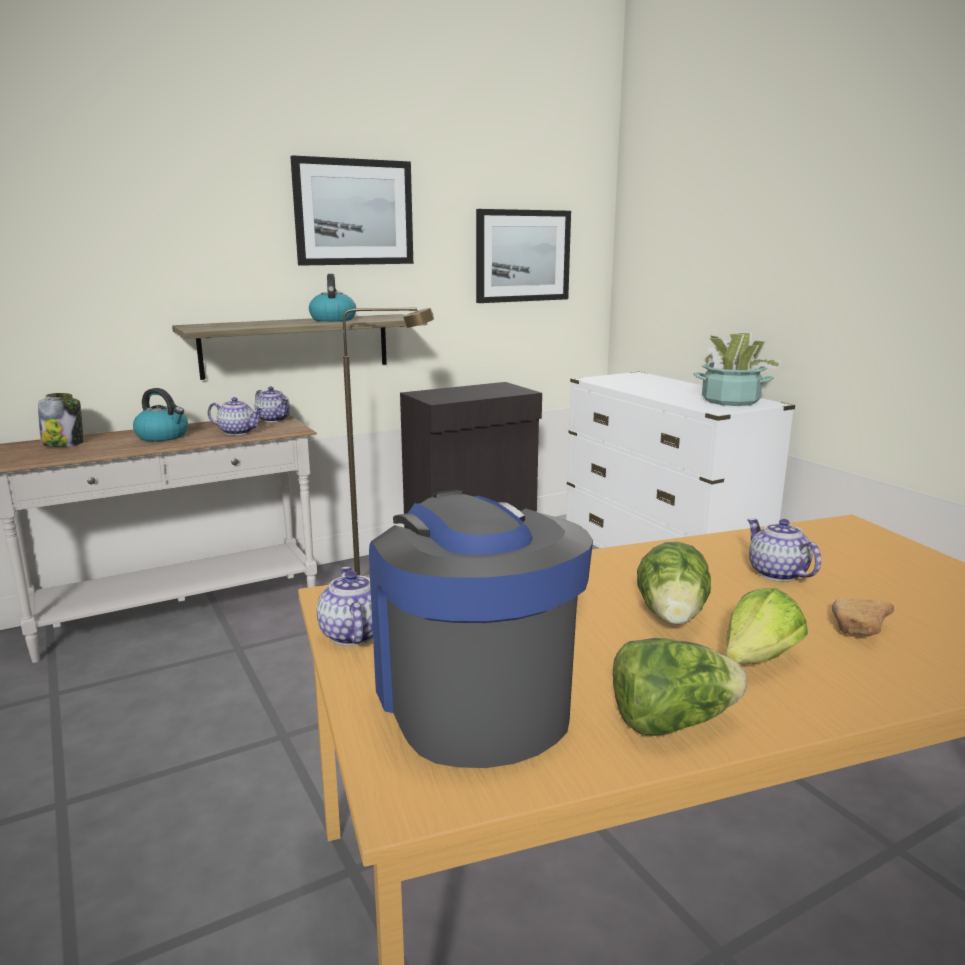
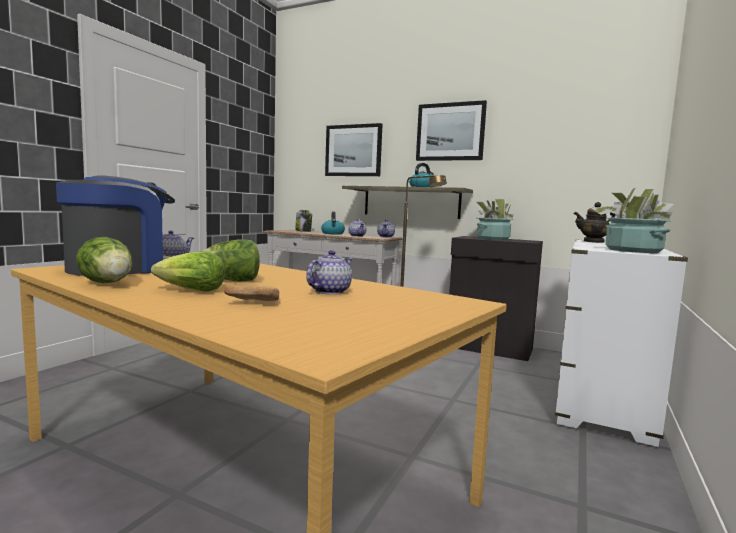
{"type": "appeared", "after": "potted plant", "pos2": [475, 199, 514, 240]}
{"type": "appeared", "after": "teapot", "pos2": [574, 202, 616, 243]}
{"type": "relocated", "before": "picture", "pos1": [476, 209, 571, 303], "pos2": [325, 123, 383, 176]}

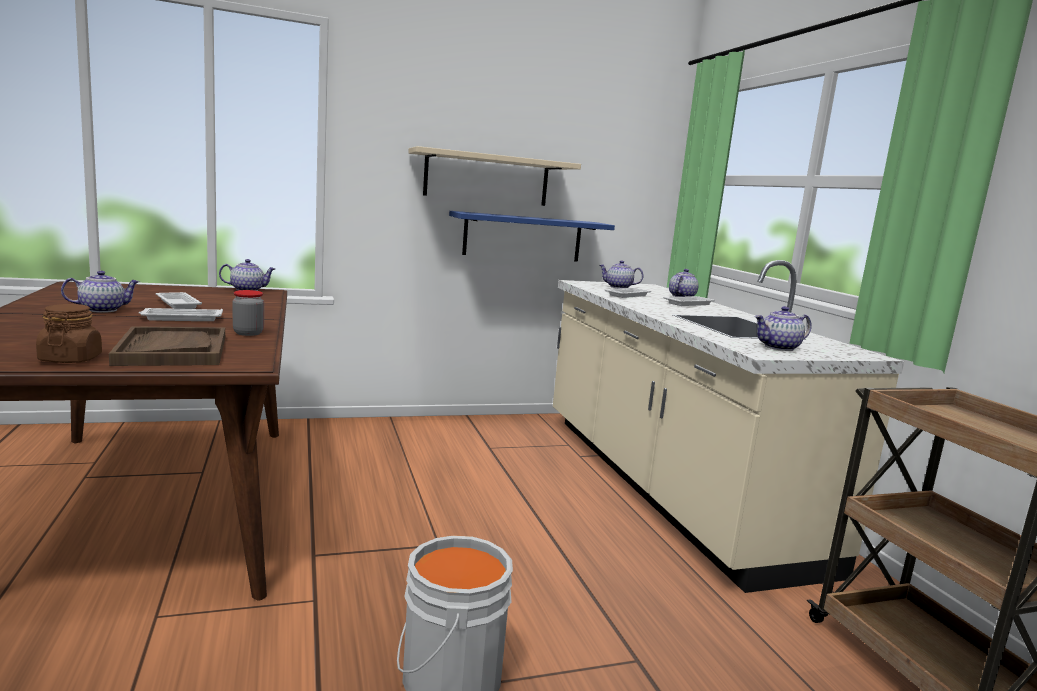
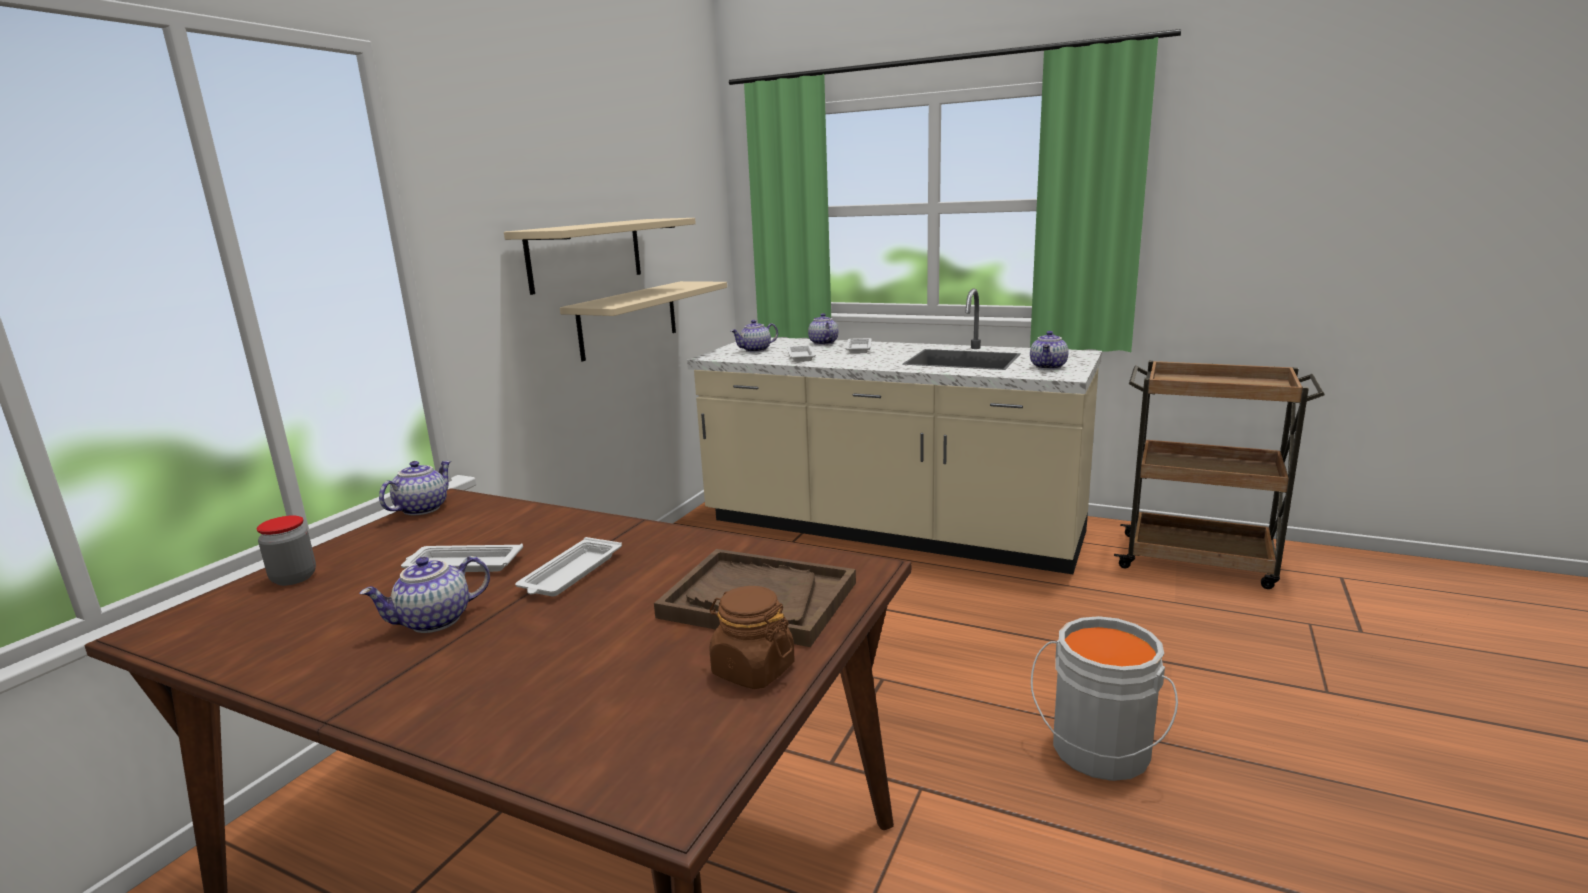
{"type": "relocated", "before": "jar", "pos1": [233, 290, 264, 336], "pos2": [256, 515, 316, 586]}
{"type": "colour", "before": "shelf/blue", "after": "shelf/beige", "pos1": [449, 211, 615, 262], "pos2": [560, 281, 727, 361]}
{"type": "spun", "before": "teapot", "pos1": [61, 271, 140, 313], "pos2": [359, 556, 490, 633], "turn": -135}

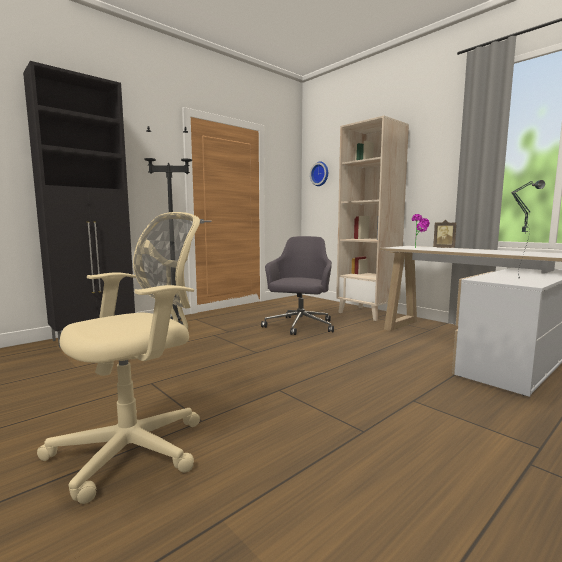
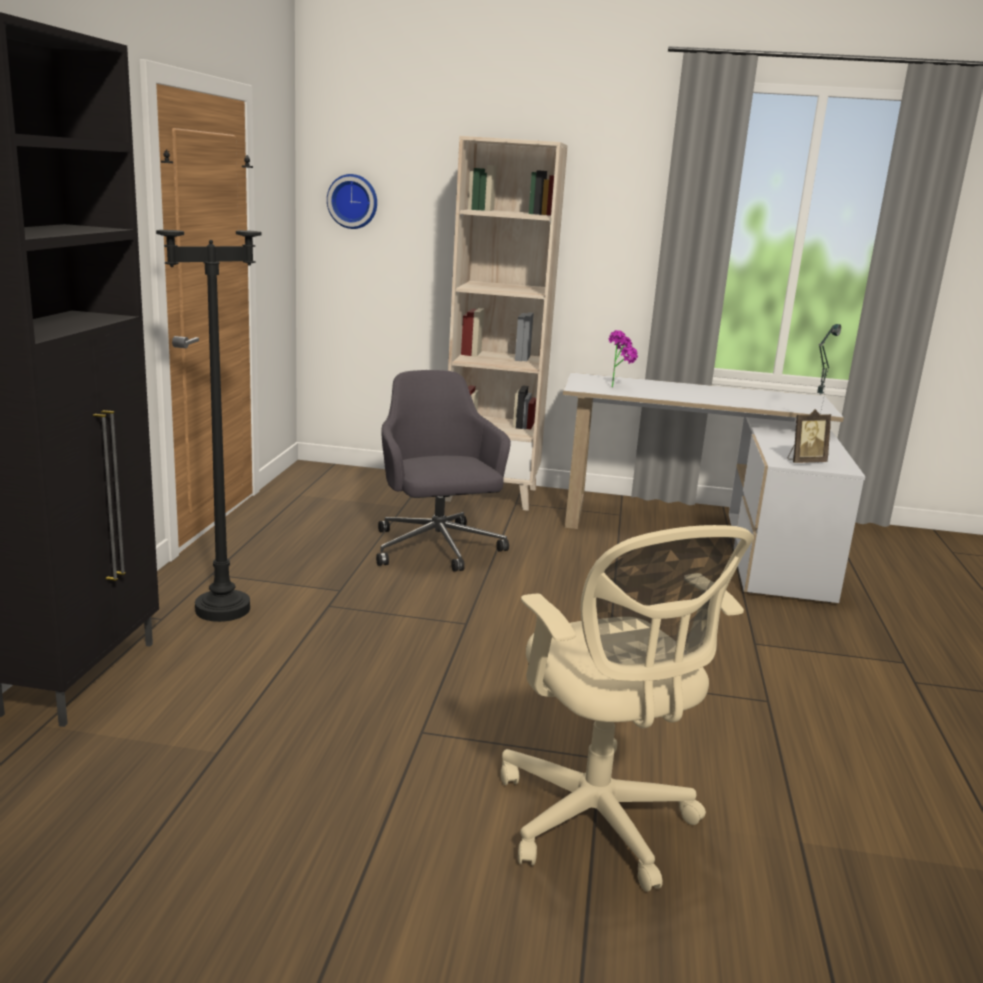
{"type": "relocated", "before": "picture frame", "pos1": [433, 220, 456, 248], "pos2": [787, 409, 831, 463]}
{"type": "spun", "before": "office chair/beige", "pos1": [37, 212, 200, 504], "pos2": [501, 525, 754, 892], "turn": 150}

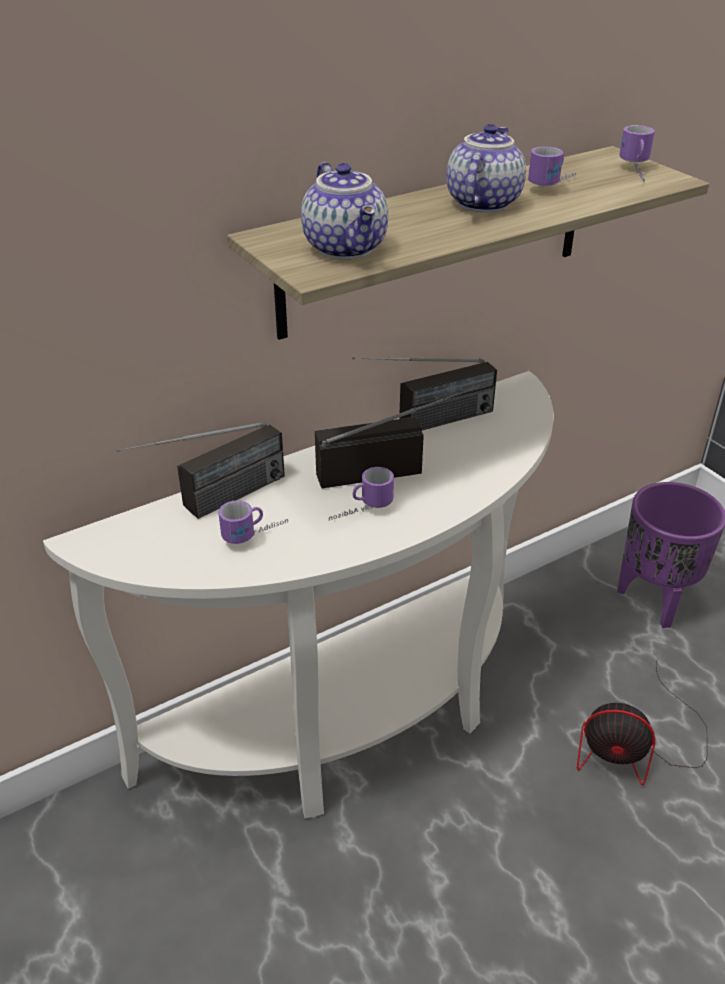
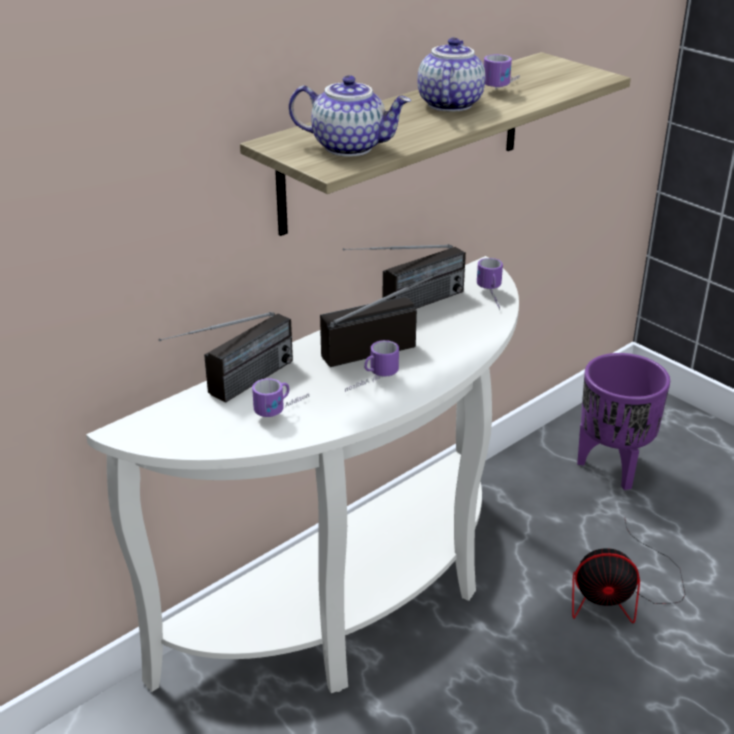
{"type": "relocated", "before": "mug", "pos1": [619, 125, 655, 183], "pos2": [477, 258, 503, 310]}
{"type": "spun", "before": "teapot", "pos1": [301, 162, 388, 260], "pos2": [289, 75, 411, 157], "turn": -45}

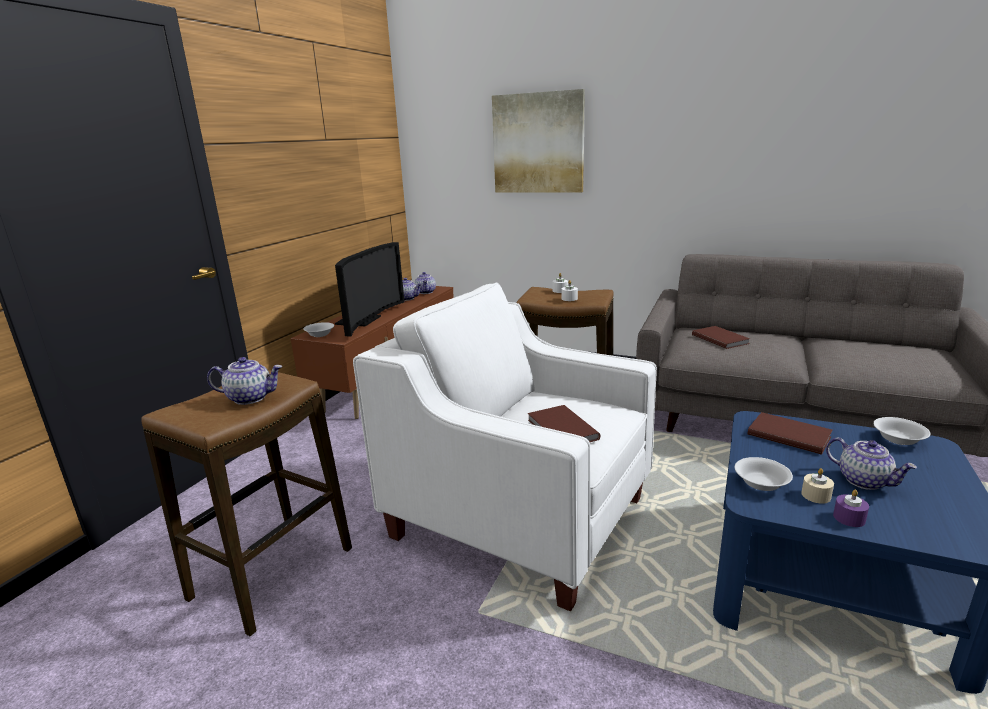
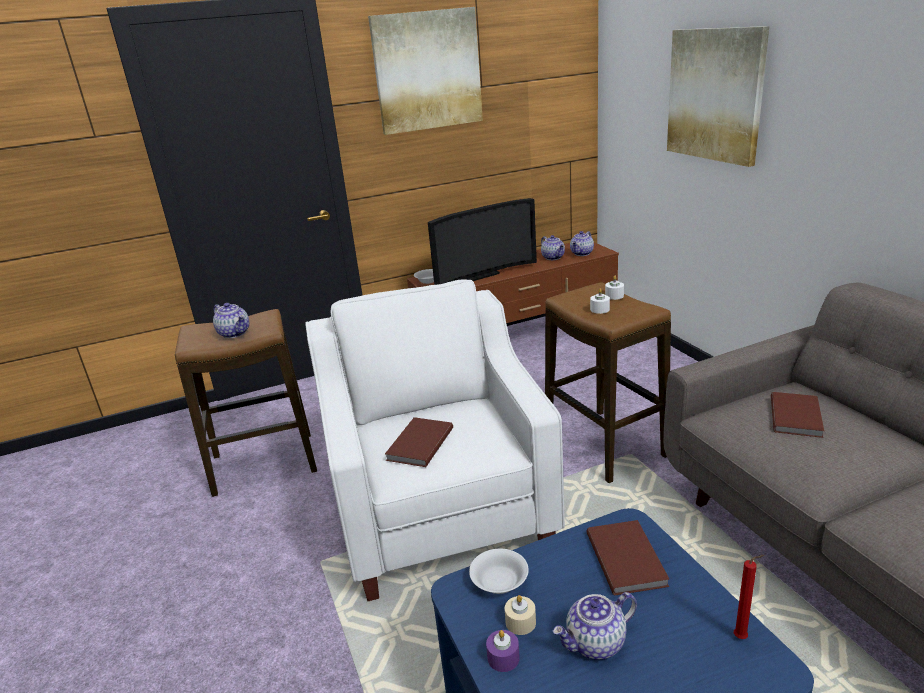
{"type": "appeared", "after": "picture", "pos2": [368, 7, 483, 135]}
{"type": "exchanged", "before": "bowl/white", "after": "candle/red", "pos1": [873, 417, 931, 445], "pos2": [734, 555, 764, 639]}
{"type": "spun", "before": "teapot", "pos1": [826, 437, 917, 490], "pos2": [552, 592, 637, 660], "turn": 60}

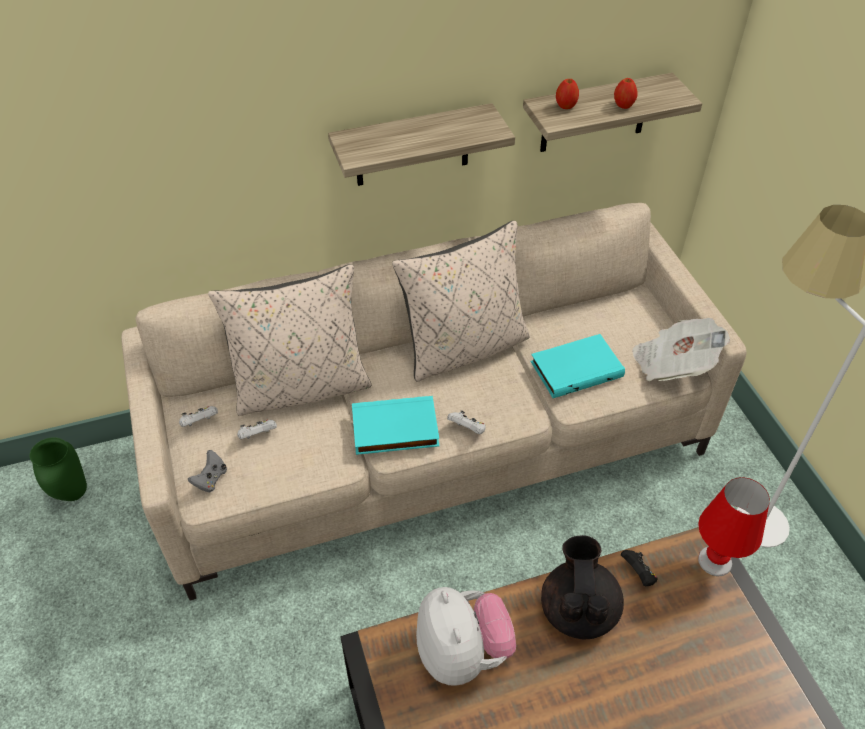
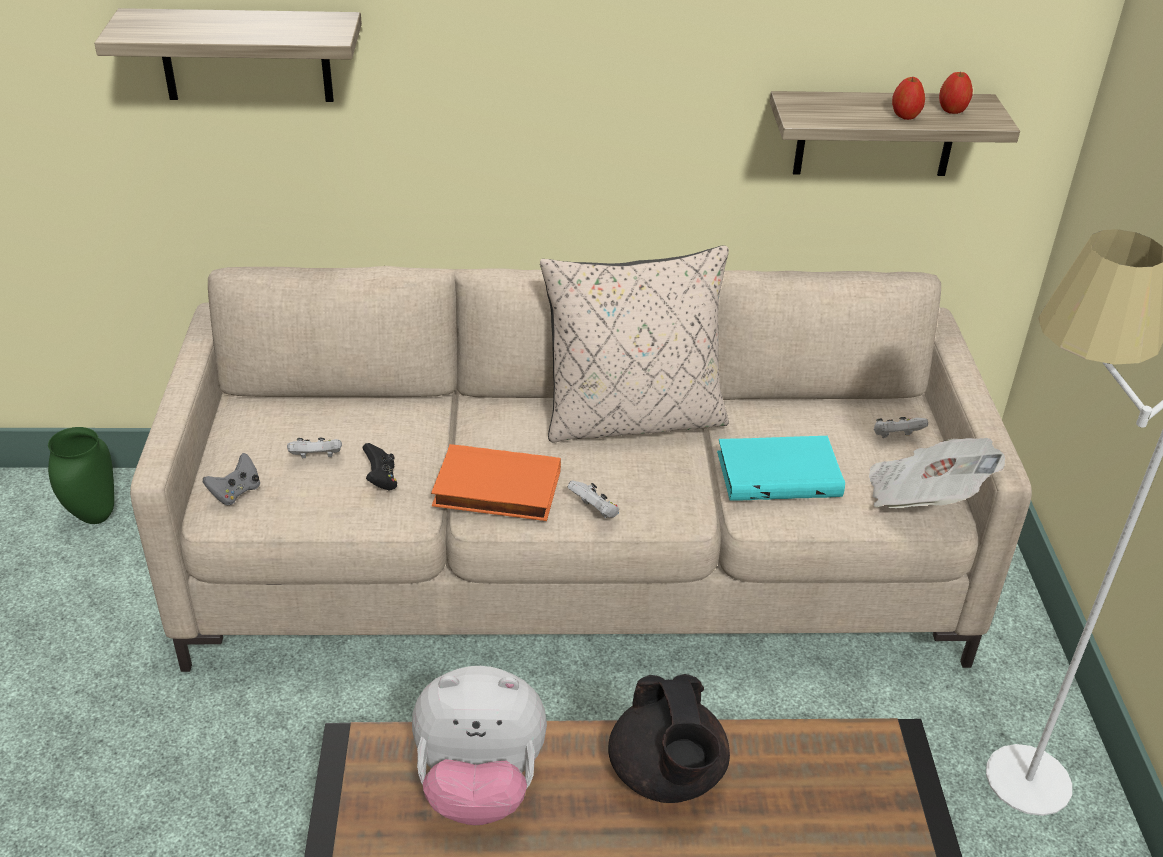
{"type": "missing", "before": "pillow/beige", "pos1": [208, 264, 371, 416]}
{"type": "missing", "before": "table lamp/red", "pos1": [698, 477, 770, 576]}
{"type": "relocated", "before": "game controller/white", "pos1": [179, 406, 218, 427], "pos2": [874, 417, 928, 438]}
{"type": "relocated", "before": "shelf", "pos1": [328, 103, 515, 186], "pos2": [94, 8, 362, 102]}
{"type": "relocated", "before": "apple", "pos1": [556, 79, 579, 109], "pos2": [939, 71, 973, 114]}
{"type": "relocated", "before": "game controller/black", "pos1": [621, 550, 658, 586], "pos2": [362, 443, 397, 490]}
{"type": "colour", "before": "book/turquoise", "after": "book/orange", "pos1": [352, 396, 439, 455], "pos2": [431, 444, 561, 521]}
{"type": "spun", "before": "plush toy", "pos1": [416, 587, 516, 686], "pos2": [412, 666, 547, 825], "turn": 90}
{"type": "spun", "before": "teapot/black", "pos1": [541, 535, 624, 639], "pos2": [608, 674, 730, 803], "turn": 150}

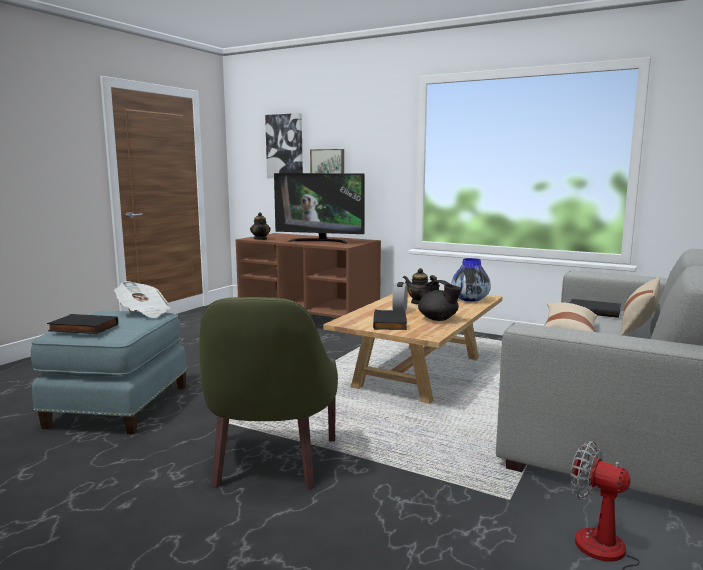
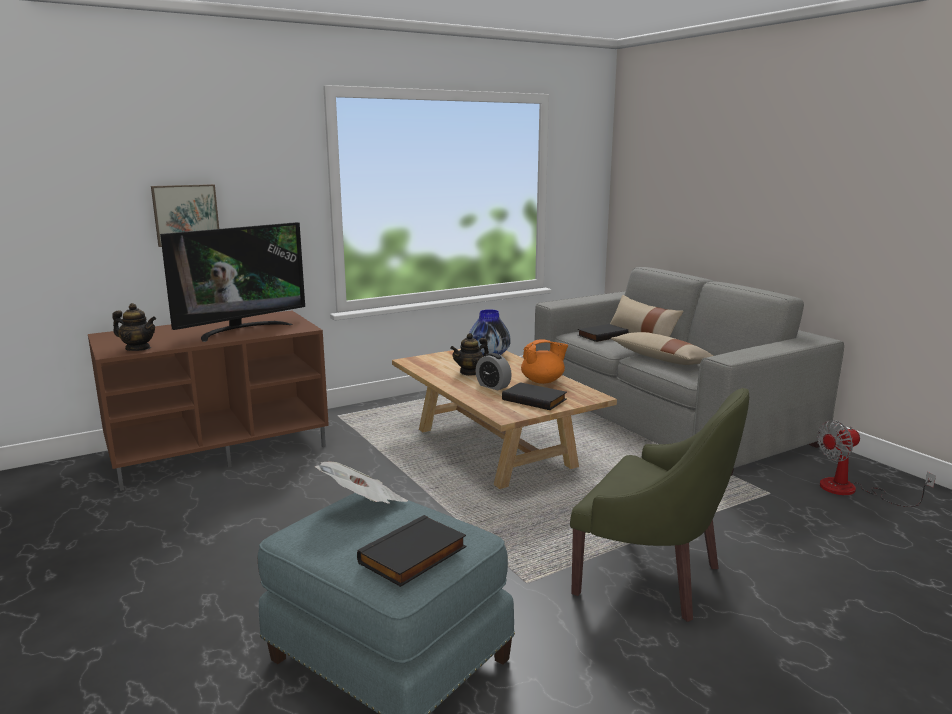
{"type": "missing", "before": "picture", "pos1": [265, 113, 303, 178]}
{"type": "colour", "before": "teapot/black", "after": "teapot/orange", "pos1": [418, 280, 462, 321], "pos2": [521, 339, 568, 384]}

